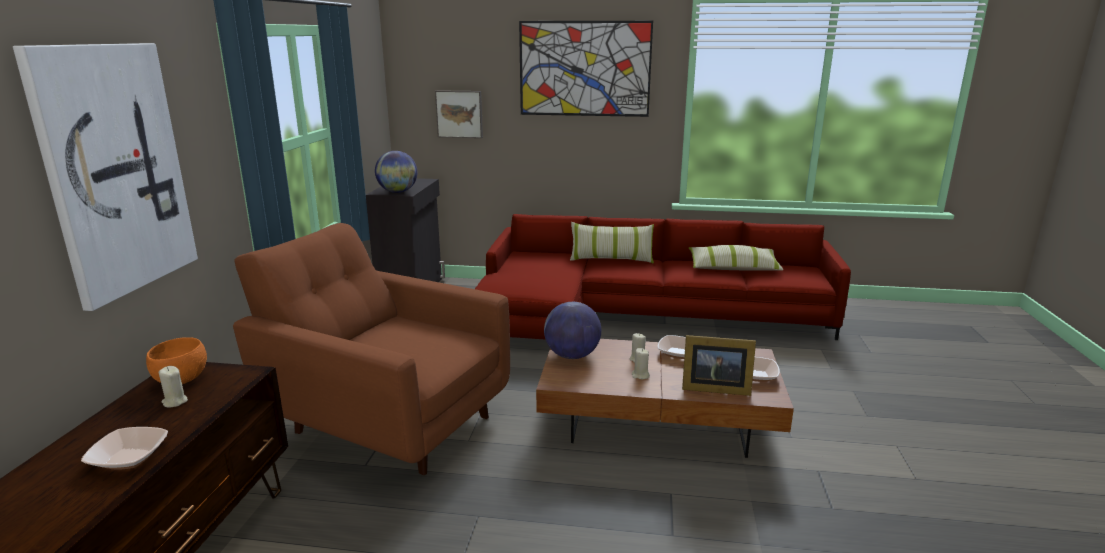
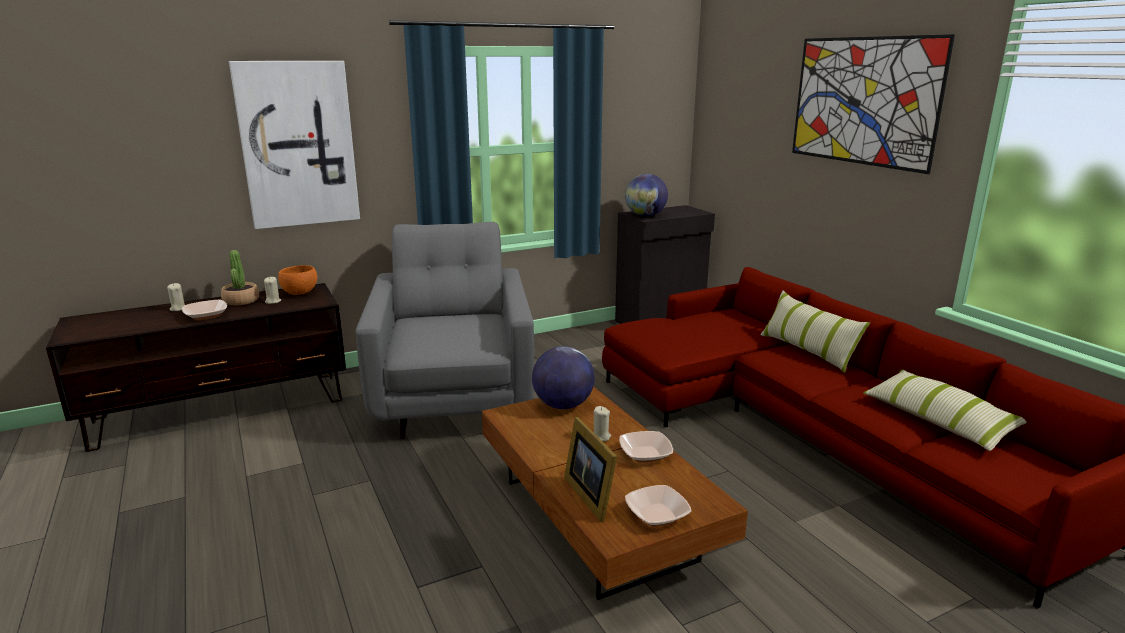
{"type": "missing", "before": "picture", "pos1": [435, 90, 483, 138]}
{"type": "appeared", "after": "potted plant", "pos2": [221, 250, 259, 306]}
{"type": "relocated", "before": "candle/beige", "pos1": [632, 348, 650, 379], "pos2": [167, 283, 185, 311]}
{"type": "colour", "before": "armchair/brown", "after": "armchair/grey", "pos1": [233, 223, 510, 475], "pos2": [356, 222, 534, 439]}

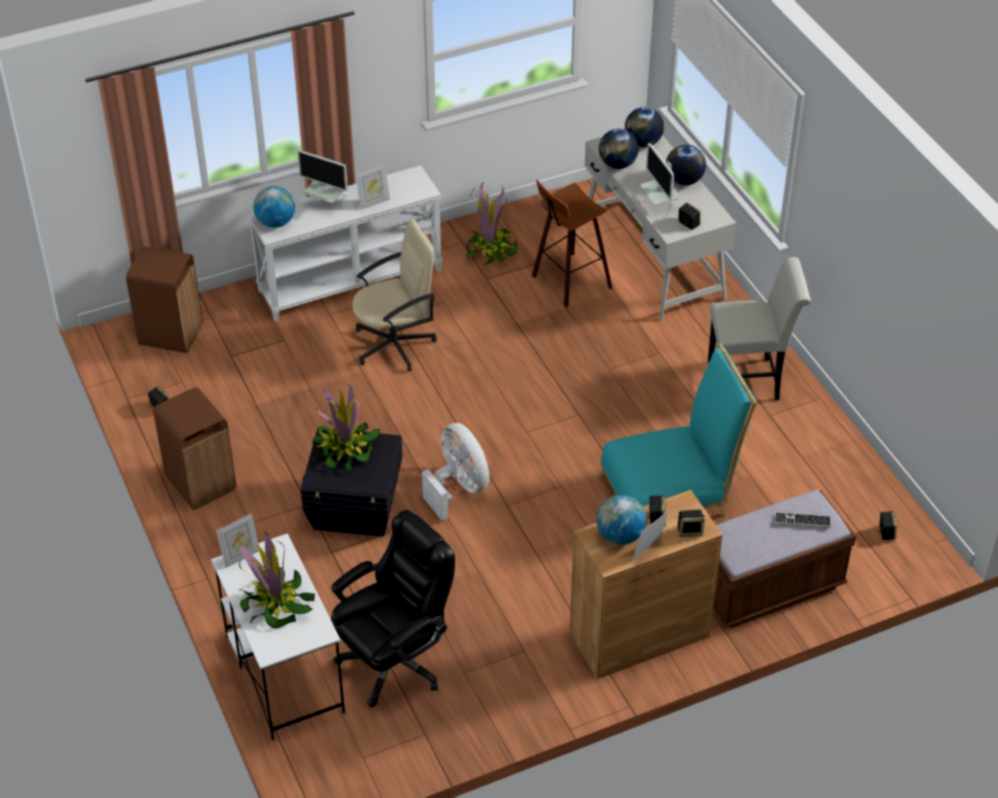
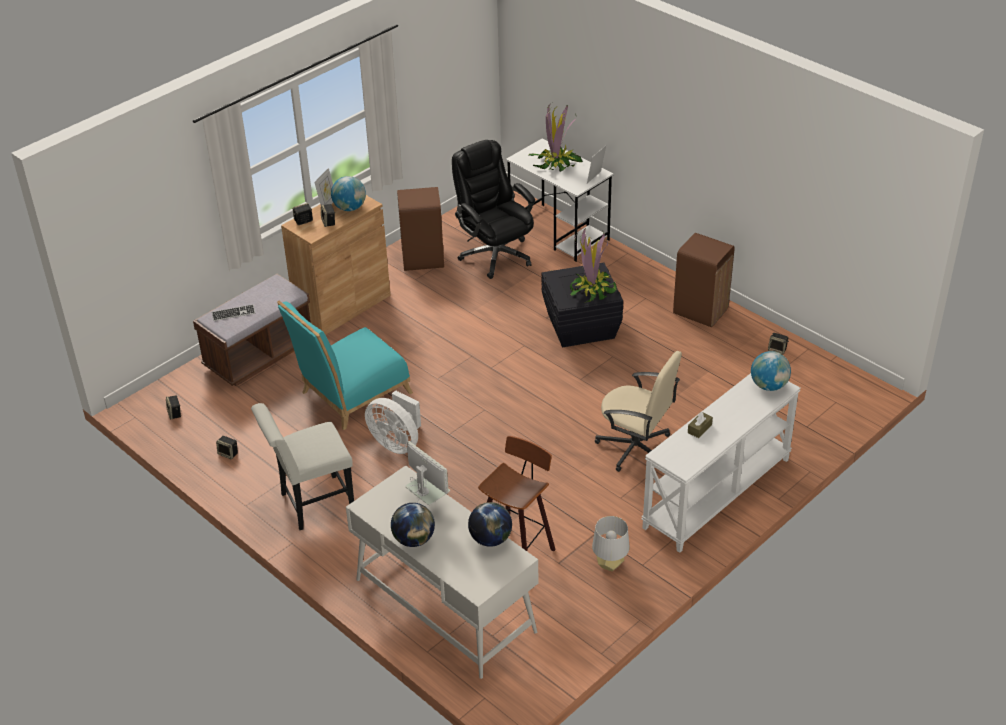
{"type": "missing", "before": "monitor", "pos1": [297, 150, 348, 210]}
{"type": "missing", "before": "globe", "pos1": [625, 107, 664, 147]}
{"type": "relocated", "before": "trash can/brown", "pos1": [126, 247, 203, 353], "pos2": [397, 187, 444, 271]}
{"type": "relocated", "before": "fan/white", "pos1": [422, 423, 489, 521], "pos2": [365, 390, 421, 454]}
{"type": "relocated", "before": "speaker", "pos1": [679, 202, 701, 230], "pos2": [216, 436, 238, 459]}
{"type": "exchanged", "before": "picture frame", "after": "tissue box/brown", "pos1": [355, 164, 390, 210], "pos2": [688, 412, 713, 438]}
{"type": "exchanged", "before": "potted plant", "after": "table lamp/grey", "pos1": [466, 182, 518, 265], "pos2": [592, 516, 630, 571]}
{"type": "spun", "before": "office chair/black", "pos1": [331, 510, 455, 707], "pos2": [452, 140, 535, 279], "turn": 120}
{"type": "spun", "before": "office chair/beige", "pos1": [353, 220, 437, 371], "pos2": [595, 351, 682, 472], "turn": -105}

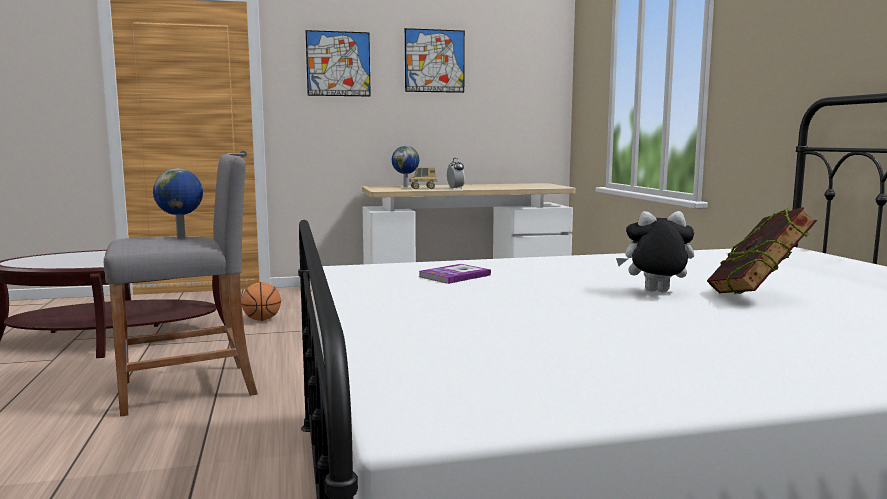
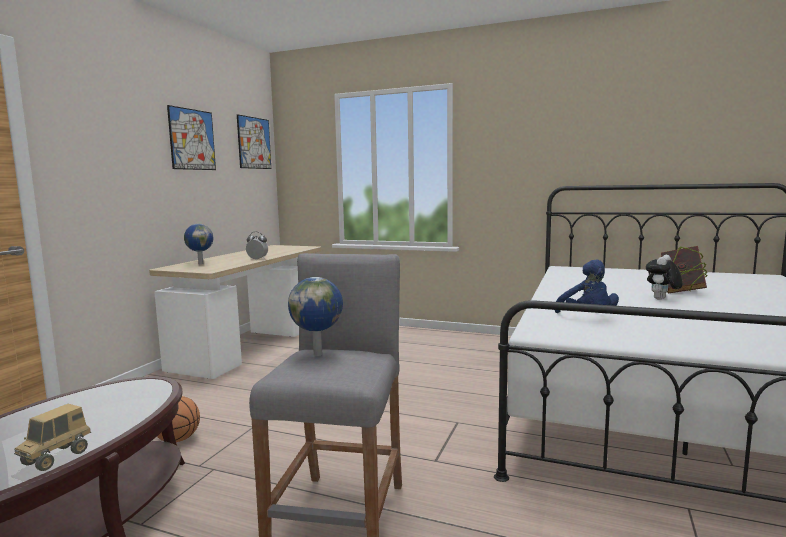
{"type": "relocated", "before": "picture", "pos1": [306, 30, 371, 96], "pos2": [237, 114, 271, 169]}
{"type": "relocated", "before": "toy truck", "pos1": [409, 167, 437, 189], "pos2": [14, 404, 91, 471]}
{"type": "exchanged", "before": "book", "after": "plush toy/blue", "pos1": [419, 264, 491, 284], "pos2": [555, 259, 619, 313]}

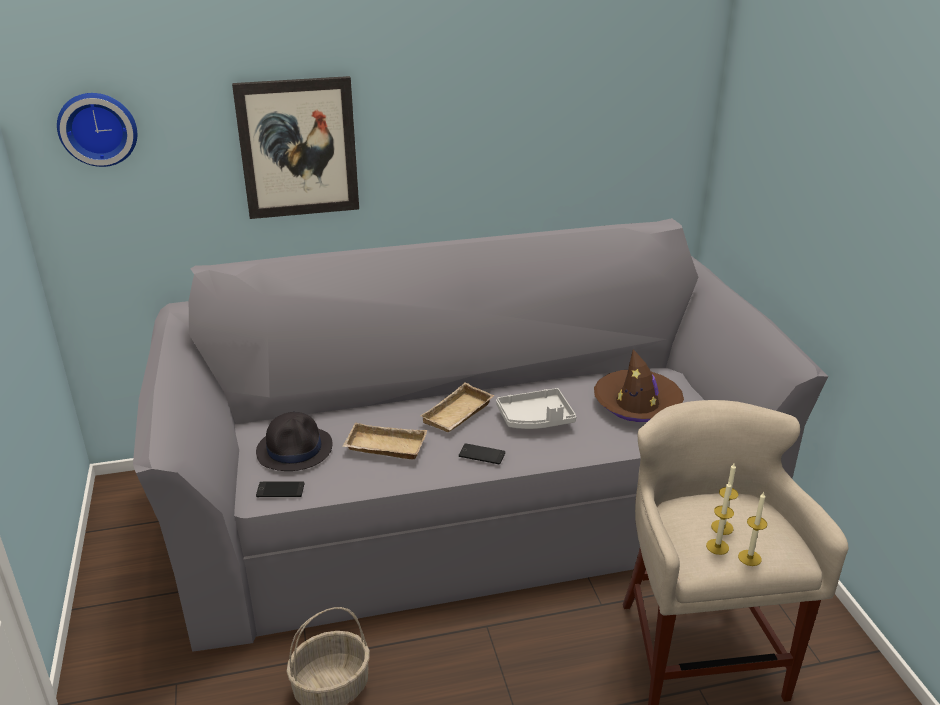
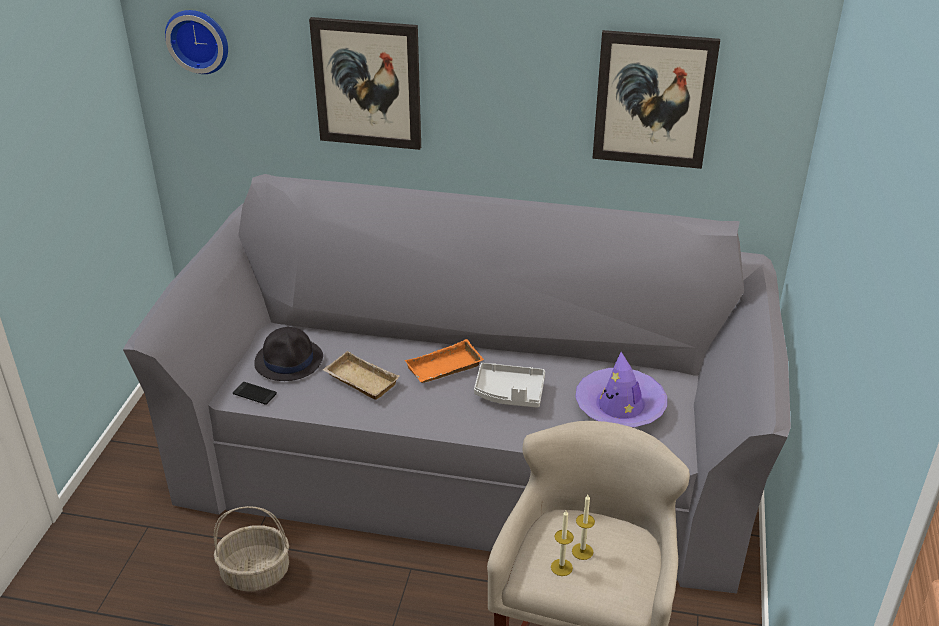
{"type": "missing", "before": "phone", "pos1": [459, 443, 505, 464]}
{"type": "missing", "before": "candle", "pos1": [738, 492, 767, 566]}
{"type": "appeared", "after": "picture", "pos2": [592, 30, 720, 169]}
{"type": "colour", "before": "tray/beige", "after": "tray/orange", "pos1": [420, 382, 495, 432], "pos2": [405, 339, 484, 383]}
{"type": "colour", "before": "hat/brown", "after": "hat/purple", "pos1": [594, 349, 684, 422], "pos2": [575, 352, 667, 428]}

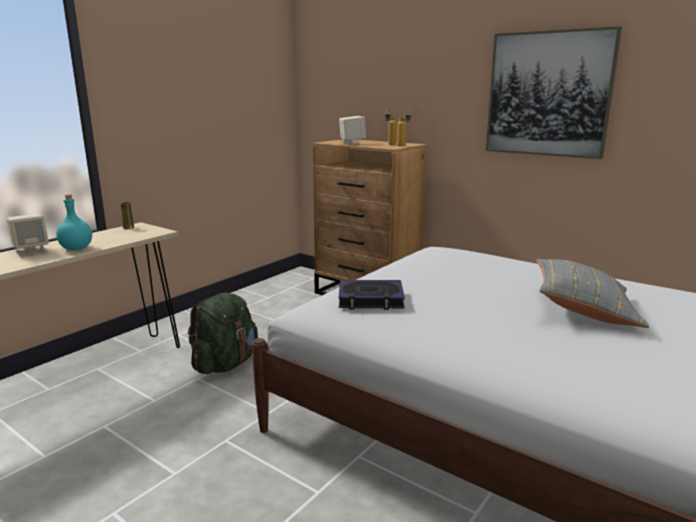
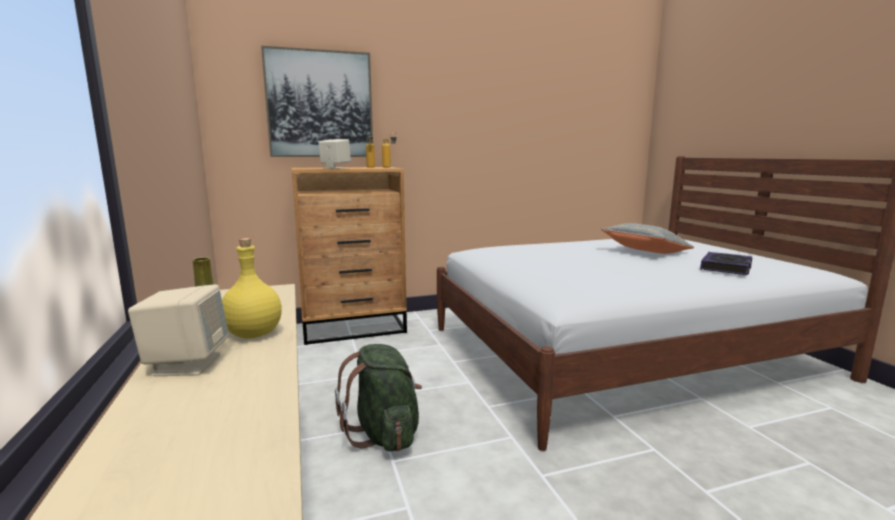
{"type": "relocated", "before": "book", "pos1": [339, 280, 405, 310], "pos2": [700, 252, 752, 275]}
{"type": "relocated", "before": "picture", "pos1": [486, 26, 622, 159], "pos2": [261, 46, 373, 157]}
{"type": "colour", "before": "bottle/turquoise", "after": "bottle/yellow", "pos1": [56, 195, 92, 250], "pos2": [222, 238, 282, 339]}

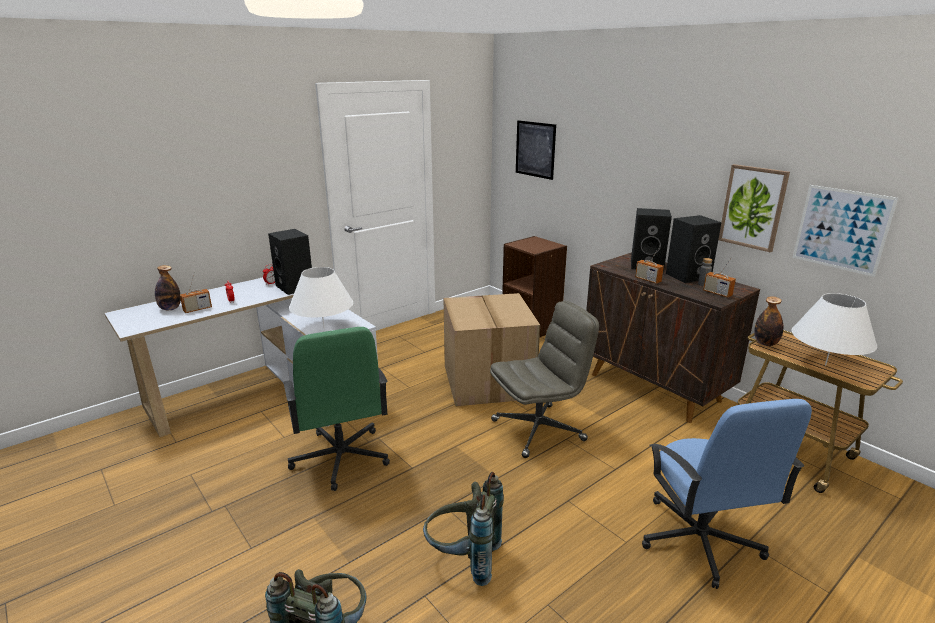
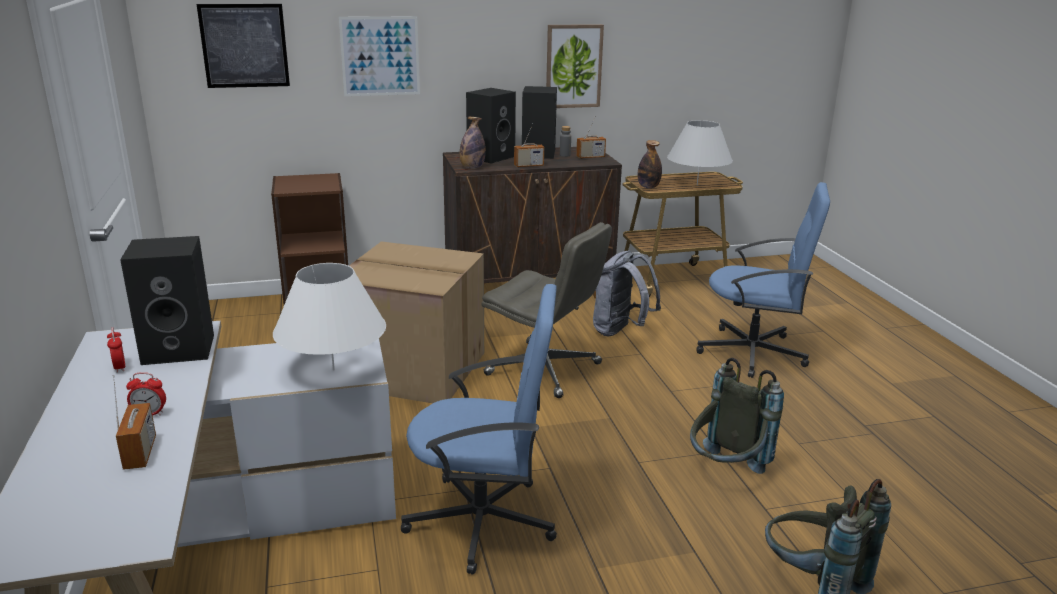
{"type": "appeared", "after": "backpack/grey", "pos2": [593, 251, 661, 337]}
{"type": "relocated", "before": "bottle", "pos1": [155, 265, 181, 310], "pos2": [460, 117, 486, 168]}
{"type": "relocated", "before": "picture", "pos1": [792, 185, 898, 277], "pos2": [339, 16, 420, 96]}
{"type": "colour", "before": "office chair/green", "after": "office chair/blue", "pos1": [283, 327, 390, 491], "pos2": [401, 284, 557, 575]}
{"type": "spun", "before": "office chair/grey", "pos1": [490, 301, 599, 458], "pos2": [481, 222, 612, 398], "turn": 120}

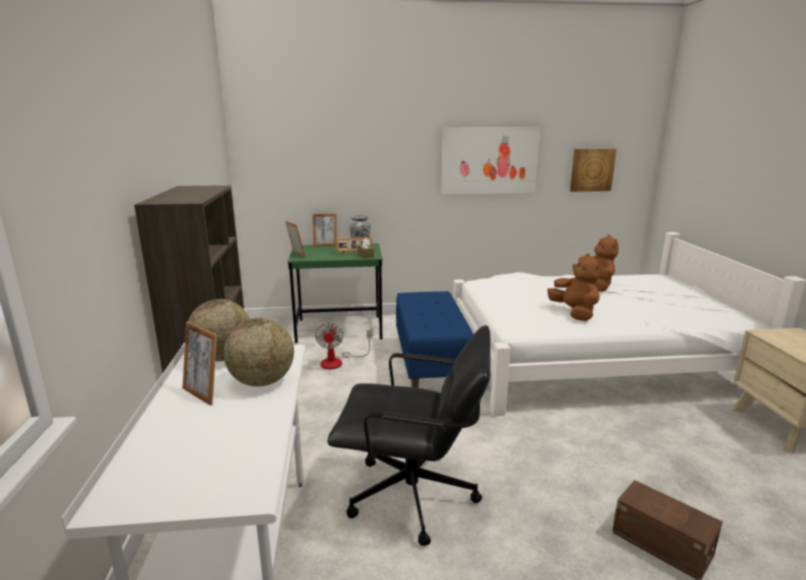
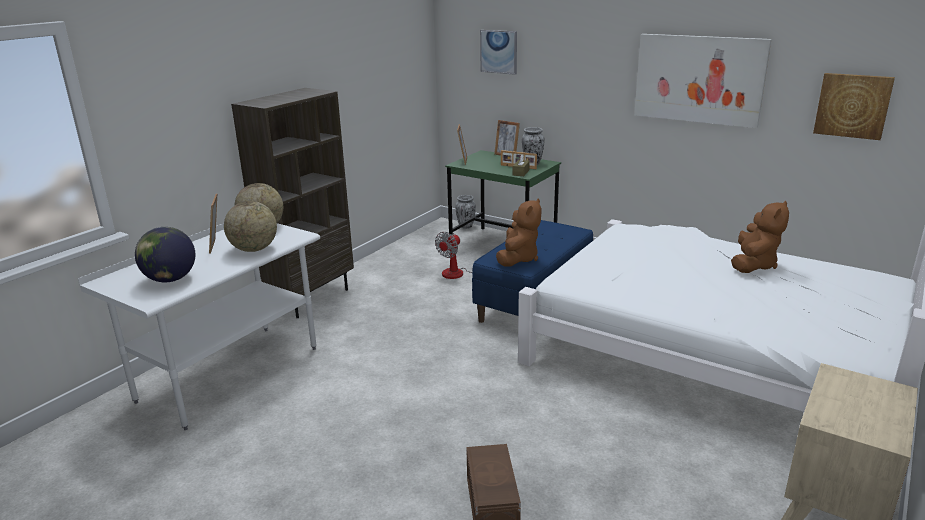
{"type": "missing", "before": "office chair/black", "pos1": [327, 325, 491, 546]}
{"type": "appeared", "after": "globe", "pos2": [135, 227, 195, 282]}
{"type": "appeared", "after": "vase", "pos2": [455, 195, 476, 229]}
{"type": "appeared", "after": "picture", "pos2": [480, 30, 517, 75]}
{"type": "relocated", "before": "plush toy/brown", "pos1": [547, 253, 601, 321], "pos2": [496, 198, 542, 266]}

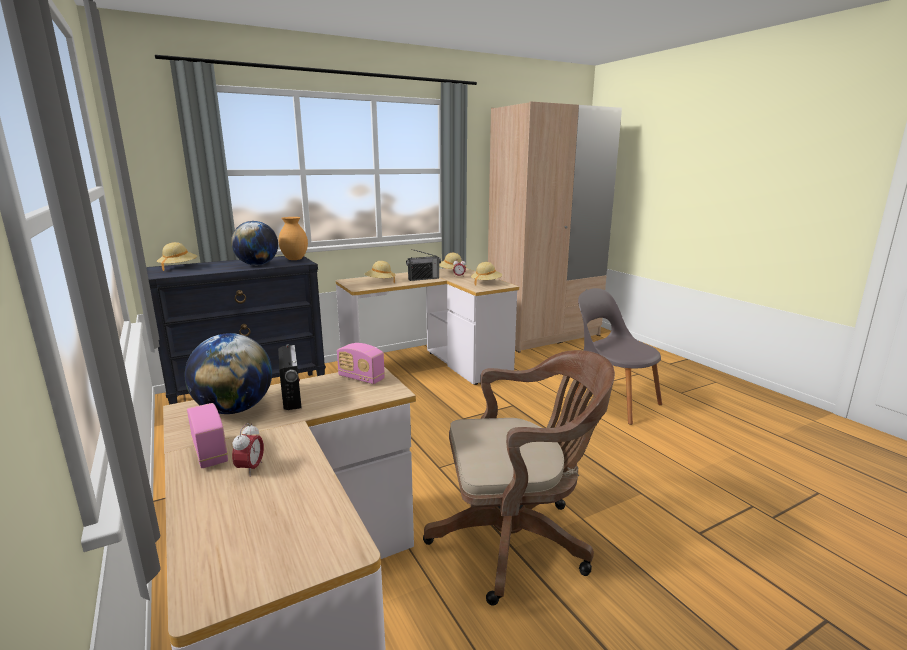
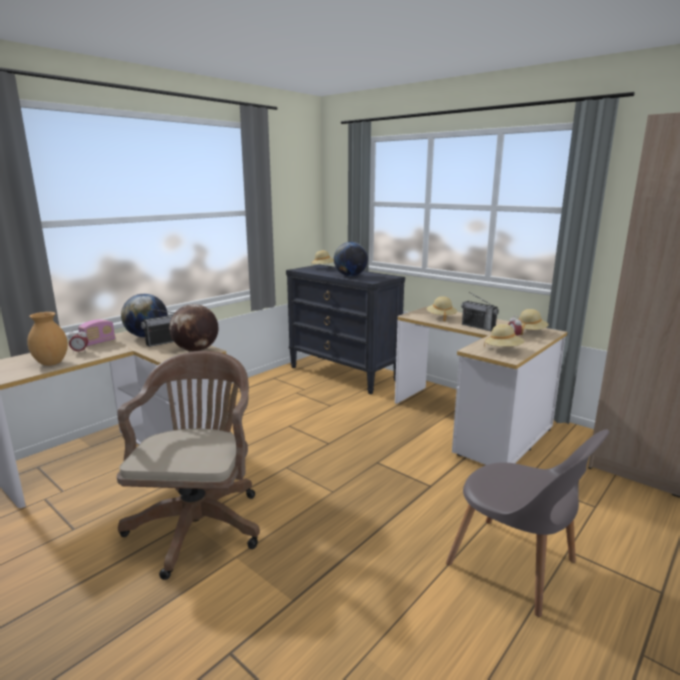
{"type": "relocated", "before": "vase/brown", "pos1": [278, 217, 308, 260], "pos2": [27, 312, 68, 366]}
{"type": "exchanged", "before": "radio", "after": "globe", "pos1": [337, 343, 385, 384], "pos2": [169, 304, 218, 352]}
{"type": "spun", "before": "office chair/brown", "pos1": [423, 350, 615, 606], "pos2": [117, 351, 260, 580], "turn": -150}
{"type": "spun", "before": "chair/grey", "pos1": [572, 288, 662, 425], "pos2": [446, 429, 610, 617], "turn": 105}

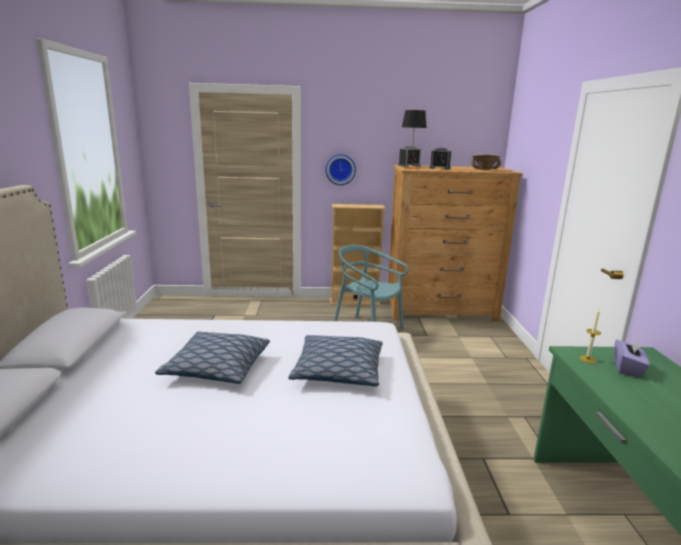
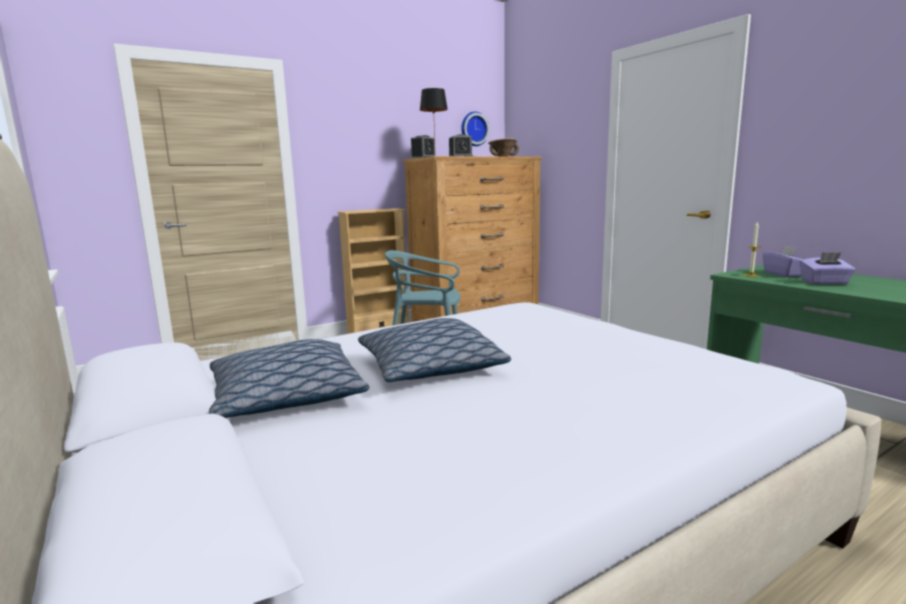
{"type": "appeared", "after": "tissue box/purple", "pos2": [800, 252, 856, 285]}
{"type": "relocated", "before": "pillow", "pos1": [288, 335, 383, 387], "pos2": [209, 339, 369, 418]}
{"type": "relocated", "before": "wall clock", "pos1": [326, 154, 356, 185], "pos2": [461, 112, 489, 146]}

